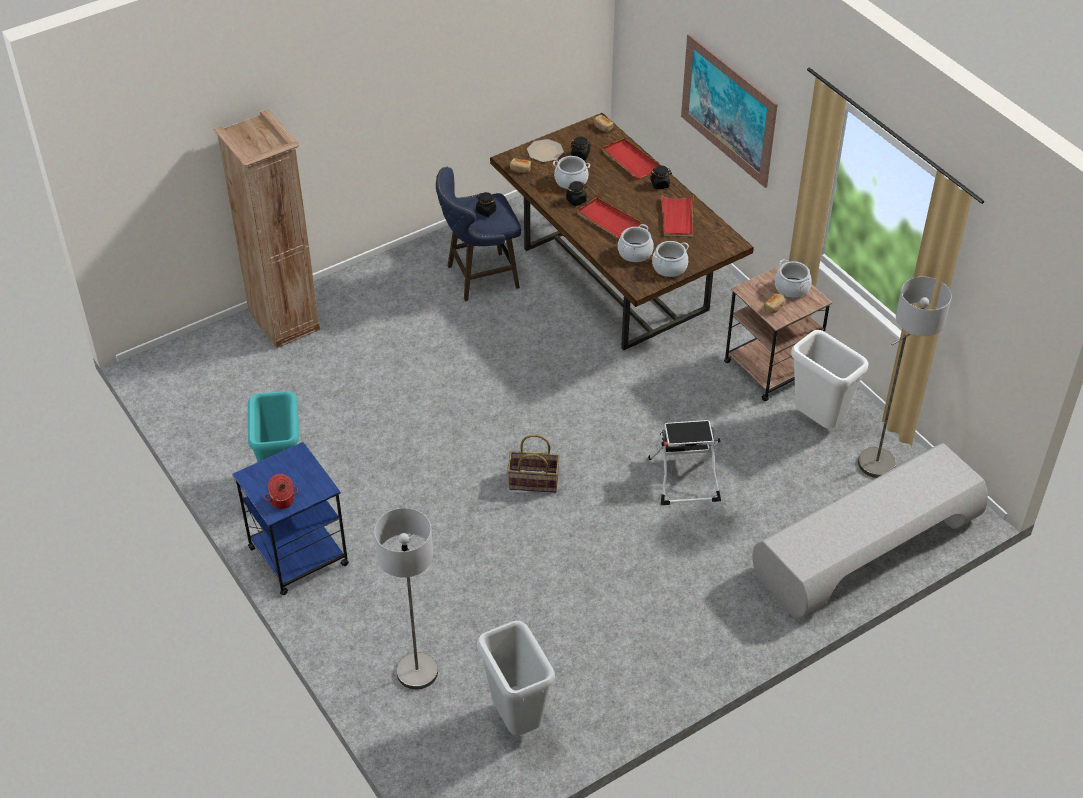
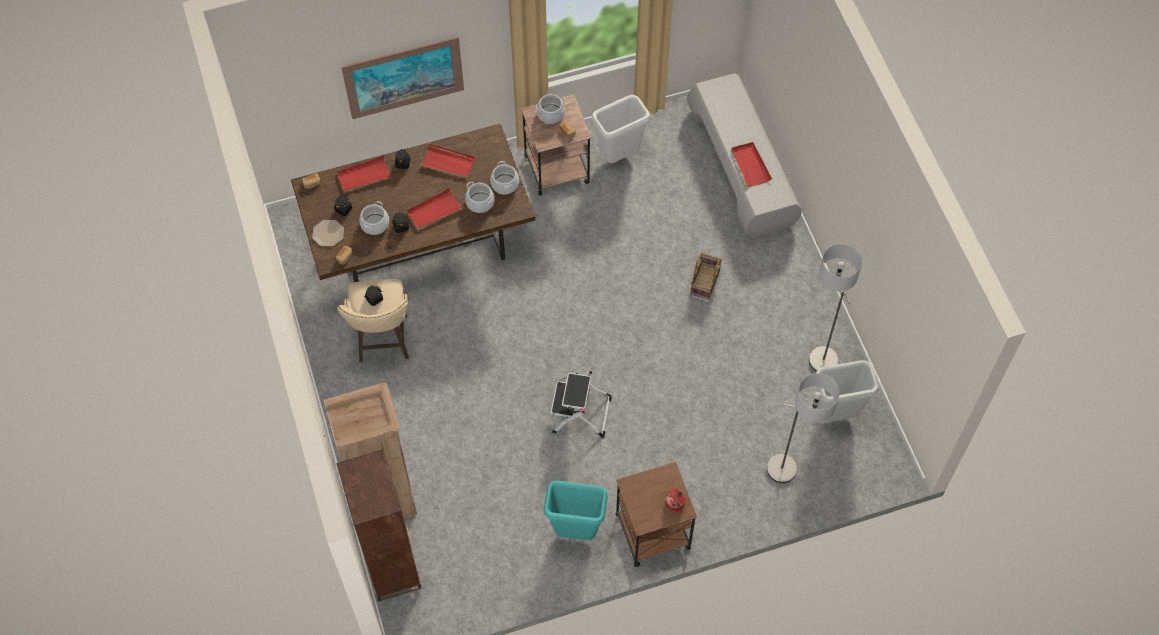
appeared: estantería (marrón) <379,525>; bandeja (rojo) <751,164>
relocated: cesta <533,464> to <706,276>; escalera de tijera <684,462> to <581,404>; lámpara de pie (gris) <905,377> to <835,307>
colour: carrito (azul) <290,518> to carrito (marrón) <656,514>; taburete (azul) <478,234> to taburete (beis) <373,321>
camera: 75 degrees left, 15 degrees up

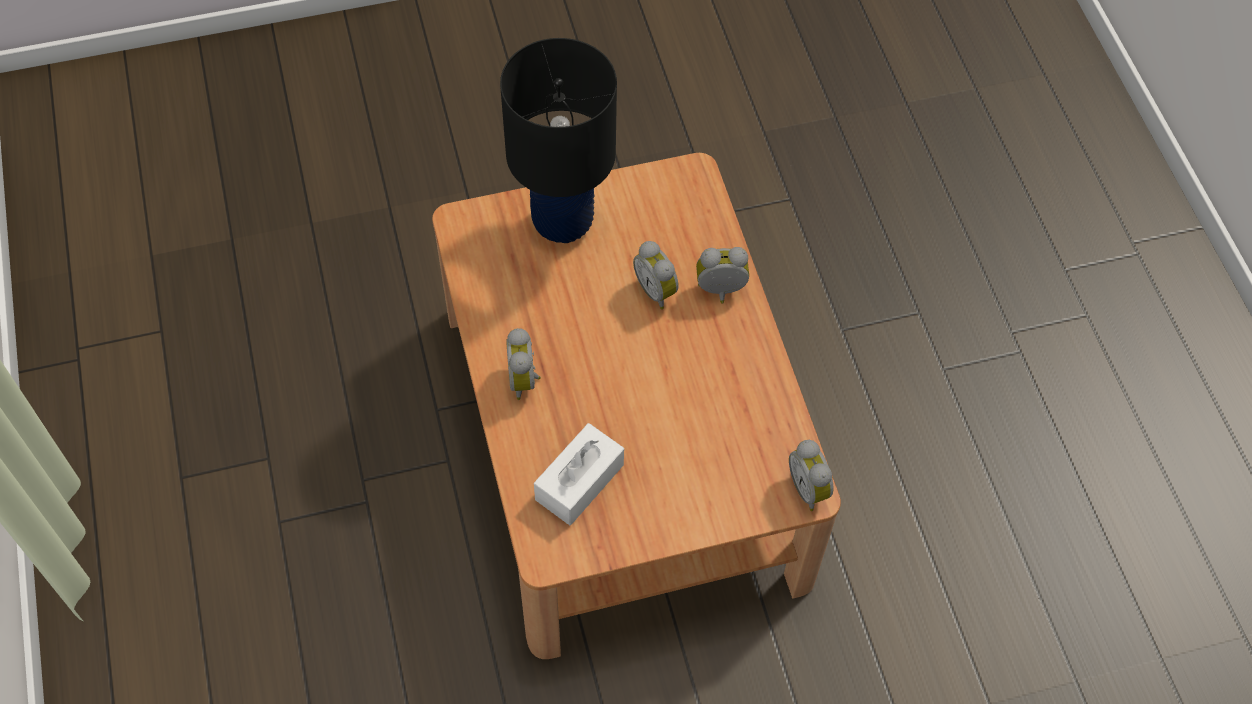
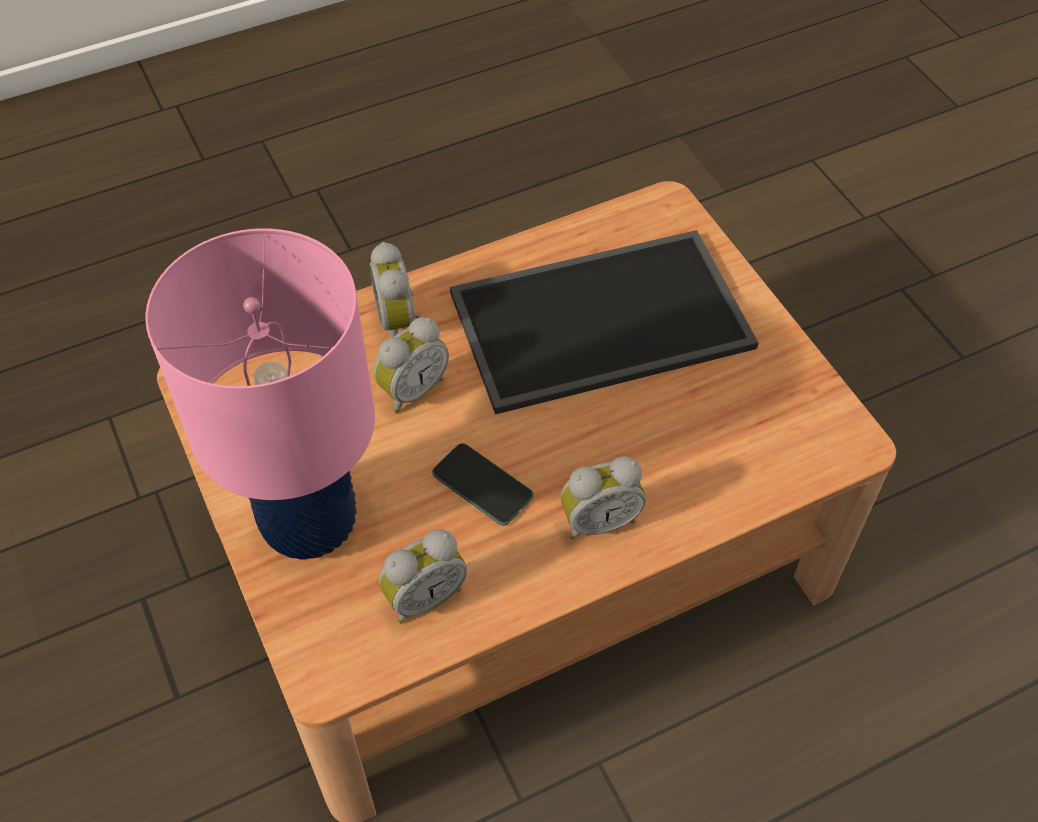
missing: caja de pañuelos (blanco) <579,474>
appeared: móvil <483,484>; bandeja <604,322>
relocated: despertador <811,475> to <423,576>
colour: lámpara de mesa (negro) <558,140> to lámpara de mesa (rosa) <260,394>
camera: 100 degrees left, 5 degrees down

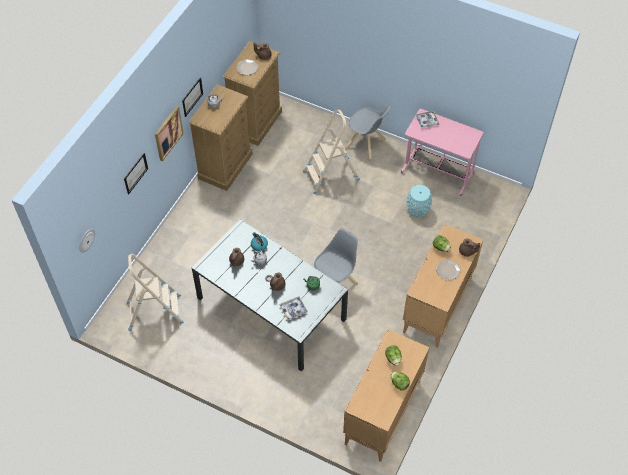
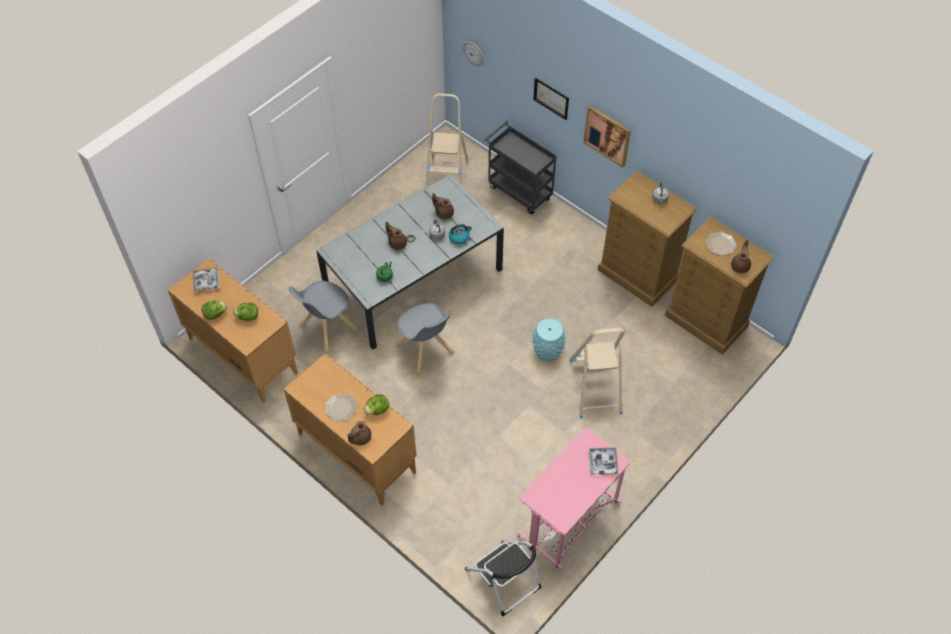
missing: cuadro <192,97>
appeared: escalera de tijera <503,578>; carrito (gris) <520,167>
relocated: bandeja <294,308> to <206,279>; silla (gris) <368,132> to <323,316>; taburete (turquesa) <419,201> to <549,340>
camera: 105 degrees right, 0 degrees up

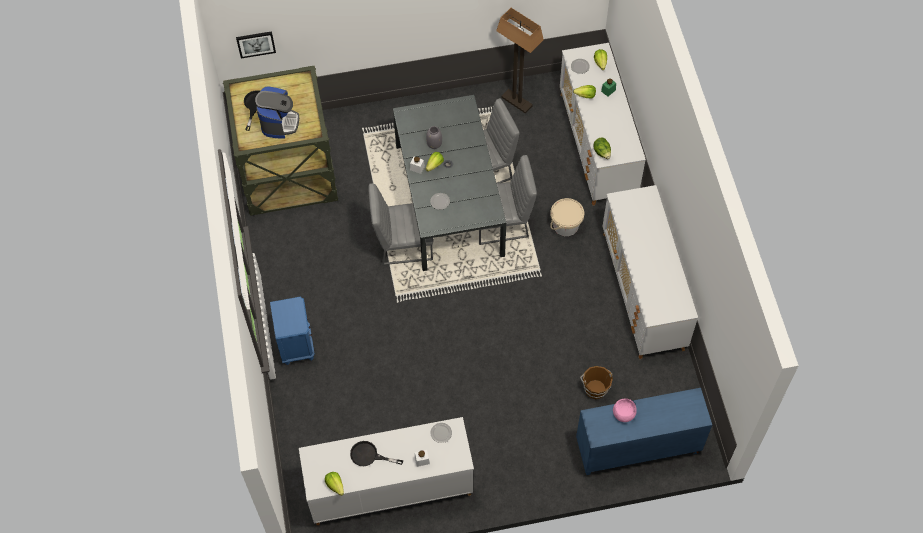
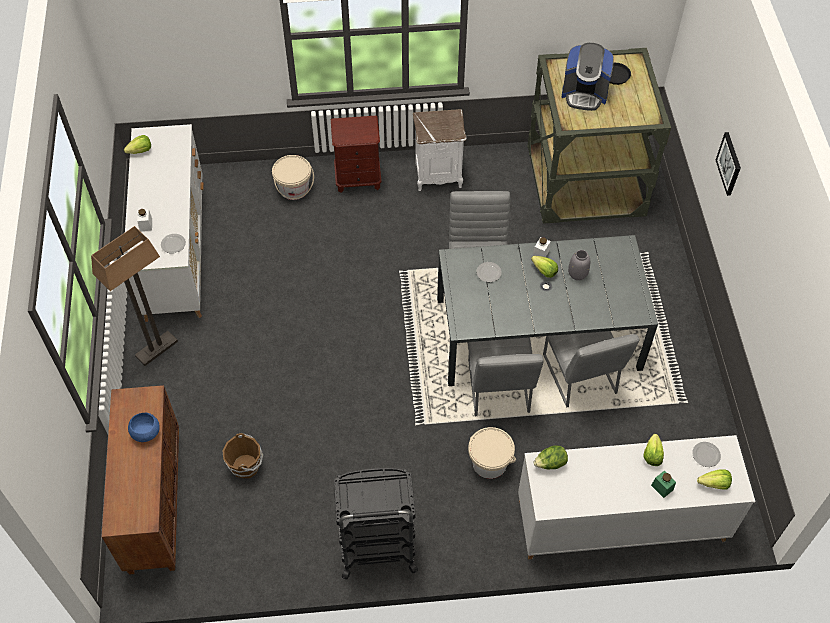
missing: sartén (negro) <376,453>
appeared: cubo (beis) <293,177>; mesita de noche (blanco) <440,150>
relocated: cuadro <256,45> to <728,164>; lámpara de pie <520,61> to <134,296>
exchanged: cómoda (blanco) <650,272> to carrito (negro) <376,523>
colour: mesita de noche (azul) <292,331> to mesita de noche (marrón) <356,154>; armario (azul) <644,431> to armario (marrón) <140,480>; cuenco (rosa) <625,410> to cuenco (azul) <144,427>
camera: 95 degrees right, 5 degrees down

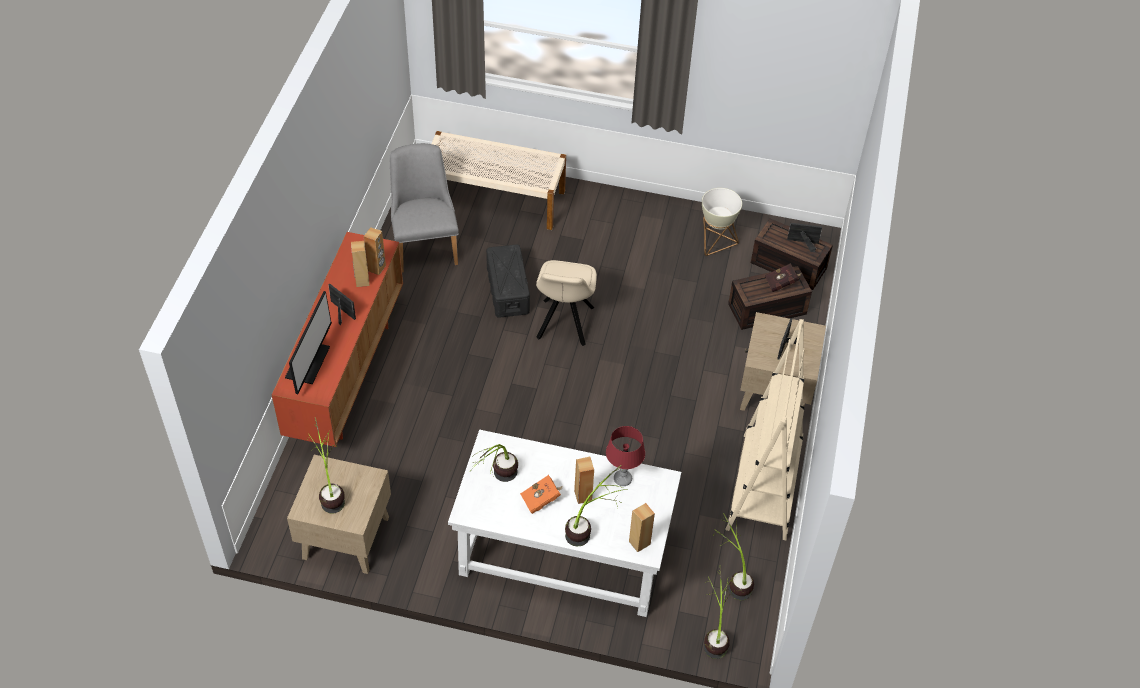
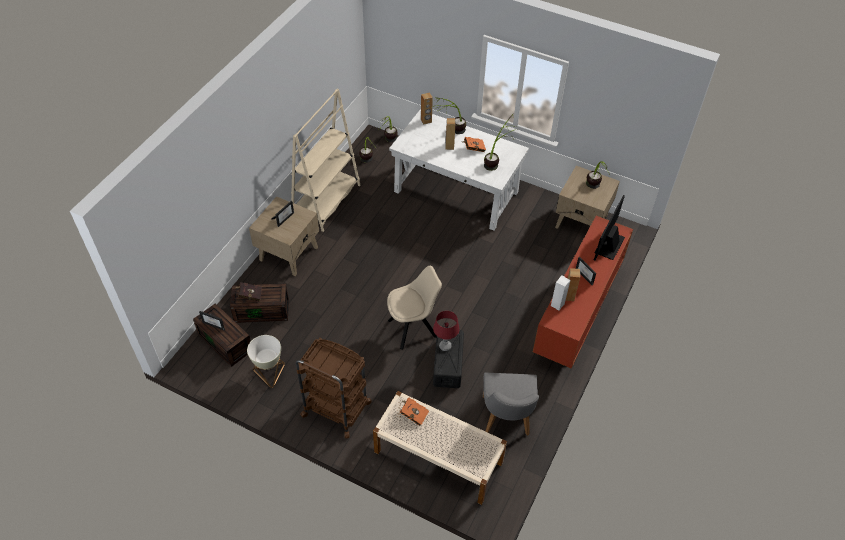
appeared: carrito (marrón) <334,388>; libro (naranja) <414,412>
relocated: lámpara de mesa (rojo) <625,456> to <446,331>
colour: altavoz (marrón) <375,251> to altavoz (blanco) <560,293>
spun: silla (beis) <566,303> = <414,308> 45 degrees clockwise
camera: 165 degrees left, 0 degrees up

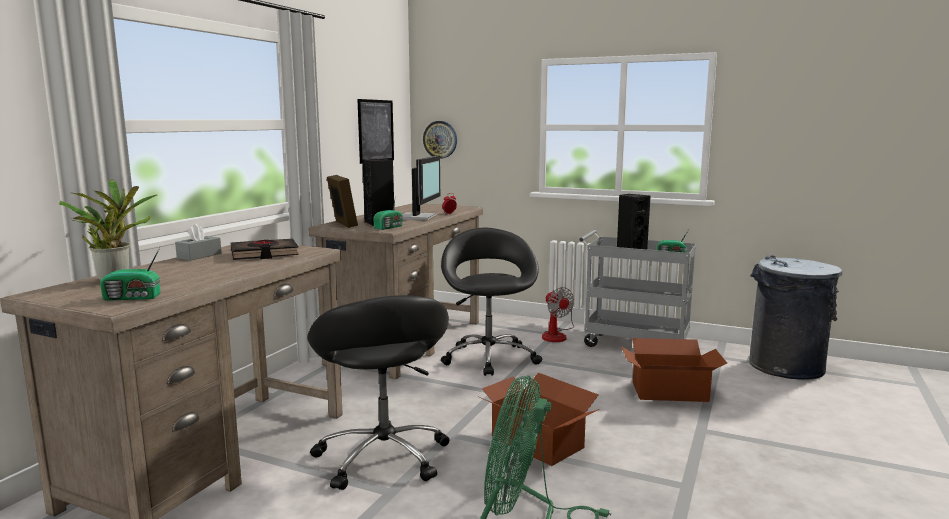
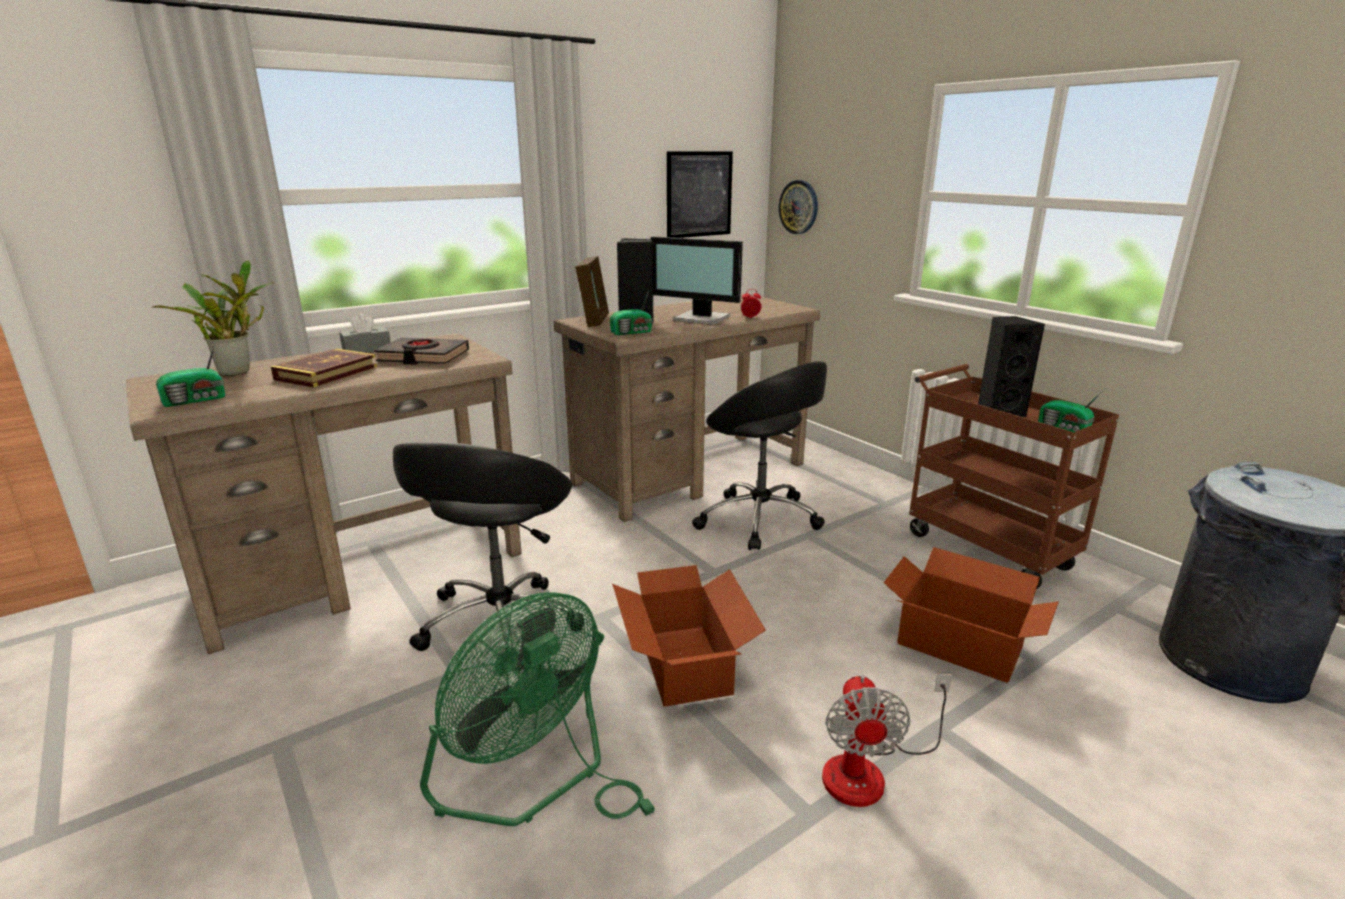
appeared: libro <324,367>
relocated: ventilador <558,314> to <887,740>
colour: carrito (gris) <637,288> to carrito (marrón) <1014,476>
spun: radio <130,273> = <190,374> 60 degrees counterclockwise; monitor <421,188> = <697,280> 75 degrees clockwise; silla de oficina (negro) <491,302> = <759,455> 120 degrees clockwise
camera: 30 degrees right, 10 degrees up

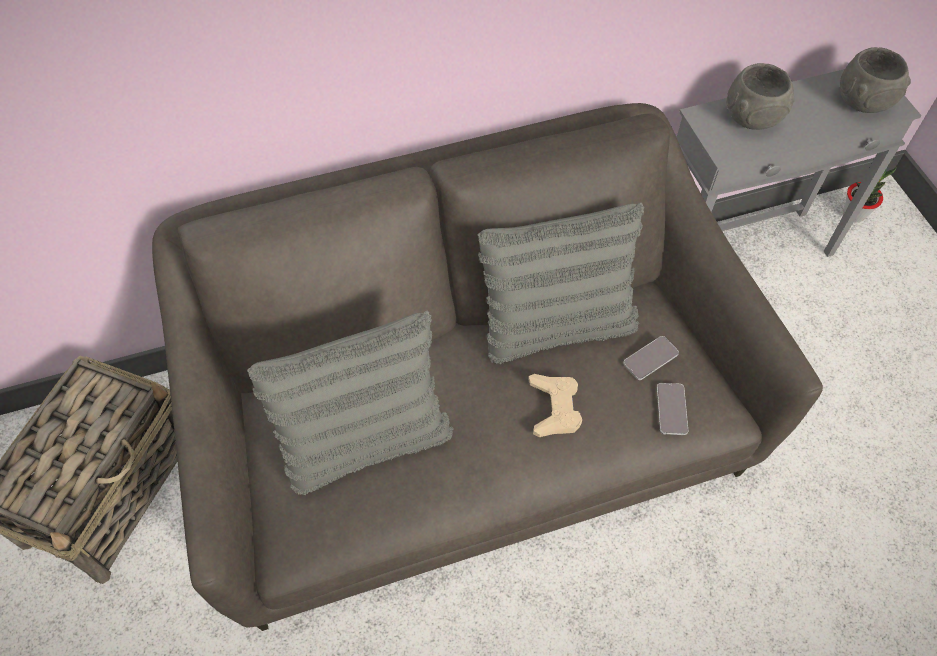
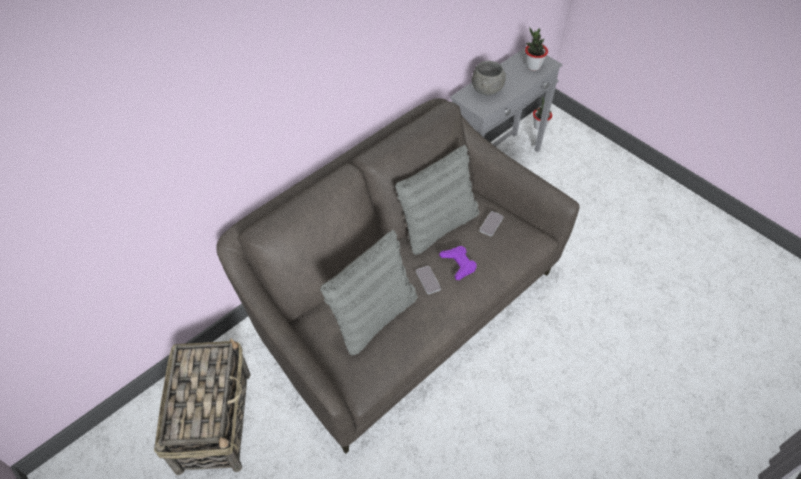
relocated: móvil <672,409> to <428,280>
exchanged: cuenco (gris) <875,80> to planta en maceta <536,49>
colour: mando de consola (beis) <555,405> to mando de consola (morado) <458,263>
camera: 25 degrees left, 5 degrees down

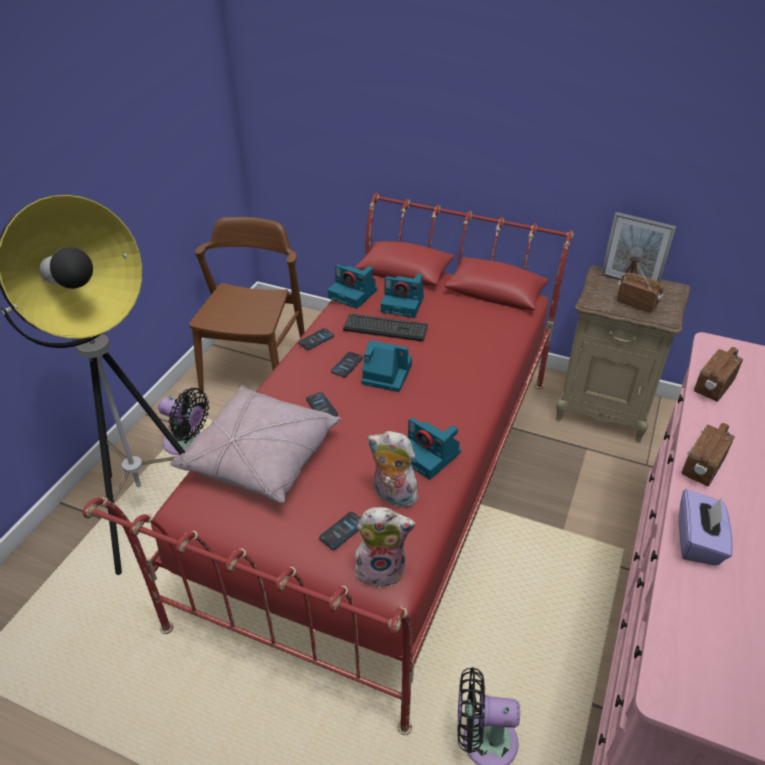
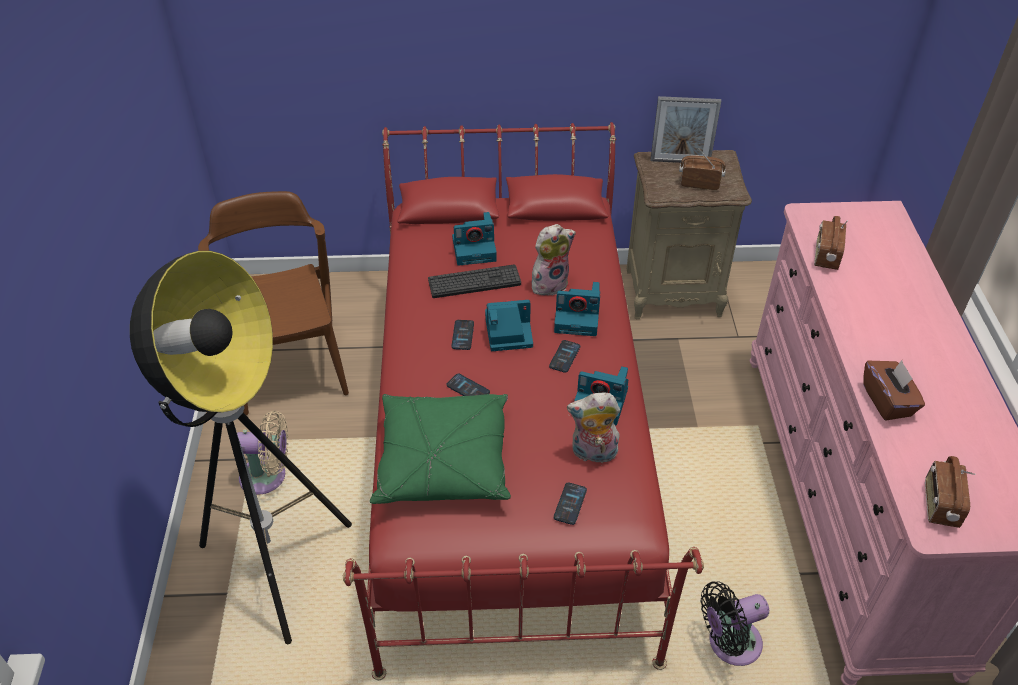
relocated: móvil <316,339> to <564,356>; cámara <352,286> to <577,309>; peluche <385,547> to <554,260>; radio <708,454> to <950,492>
colour: ventilador (negro) <183,421> to ventilador (beis) <262,453>; cojín (morado) <255,444> to cojín (verde) <440,449>; caja de pañuelos (morado) <706,527> to caja de pañuelos (marrón) <894,390>
camera: 25 degrees left, 5 degrees up

